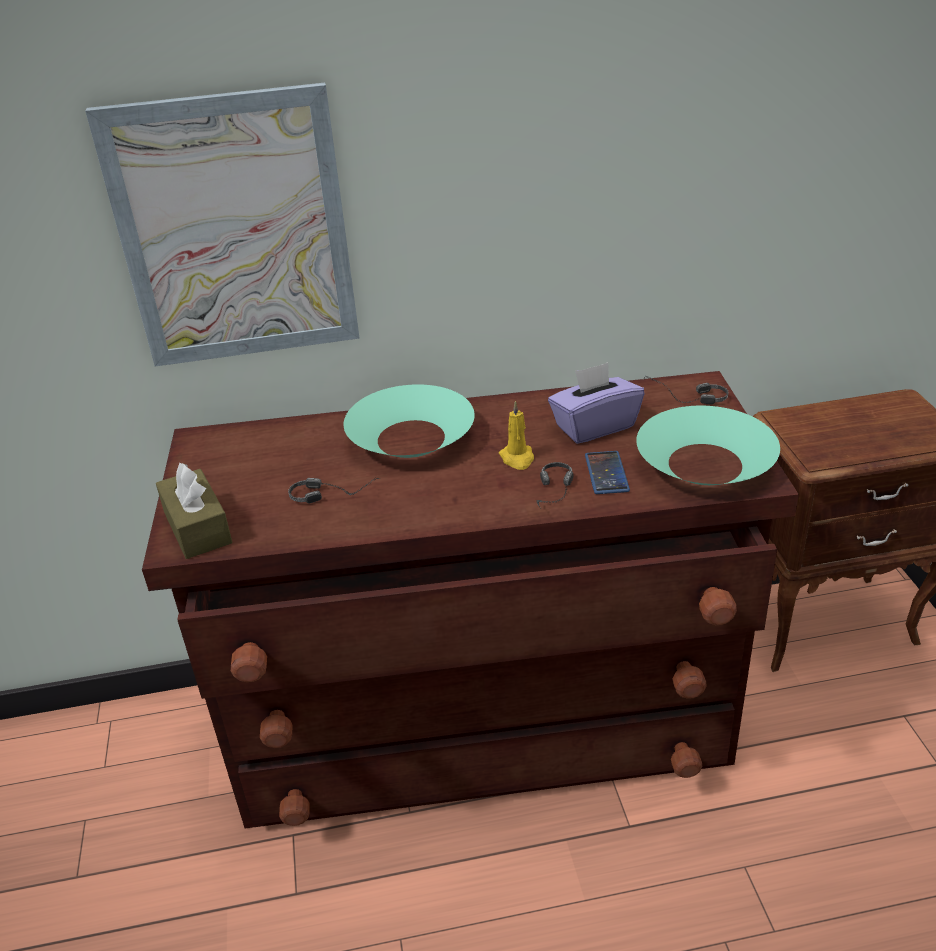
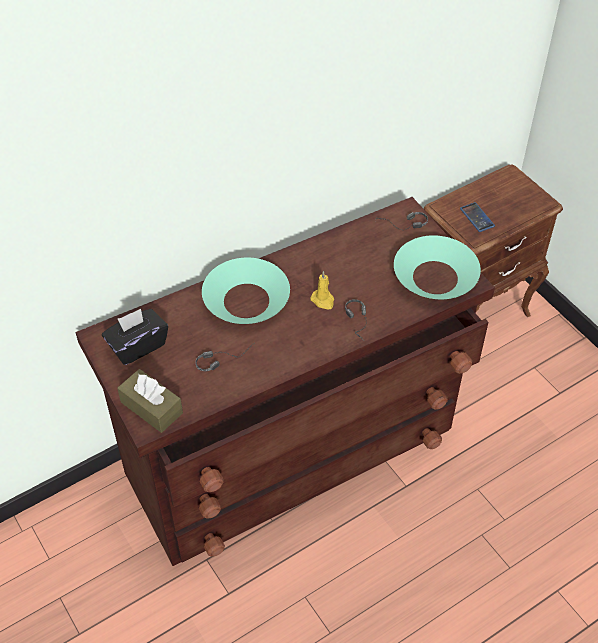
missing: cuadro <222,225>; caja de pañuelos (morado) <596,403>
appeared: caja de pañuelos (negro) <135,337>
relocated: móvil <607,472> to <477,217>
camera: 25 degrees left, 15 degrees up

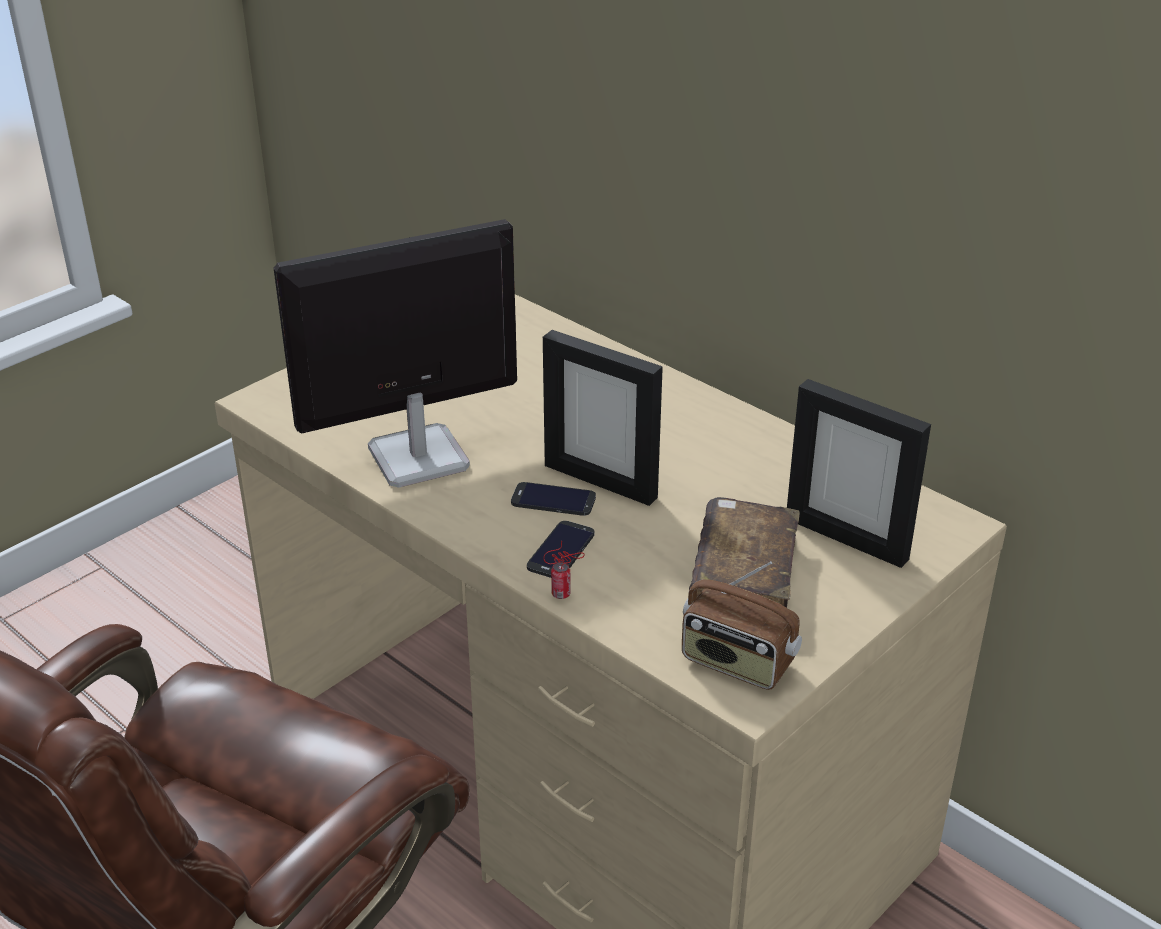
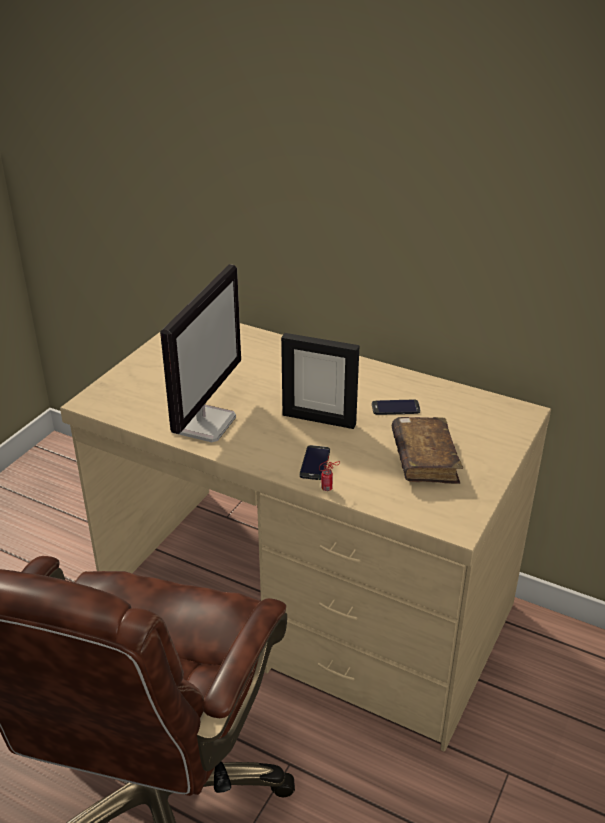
missing: radio <742,625>; portarretratos <859,473>
relocated: móvil <553,499> to <396,407>
spun: monitor <395,353> = <200,353> 150 degrees clockwise
camera: 15 degrees left, 0 degrees up

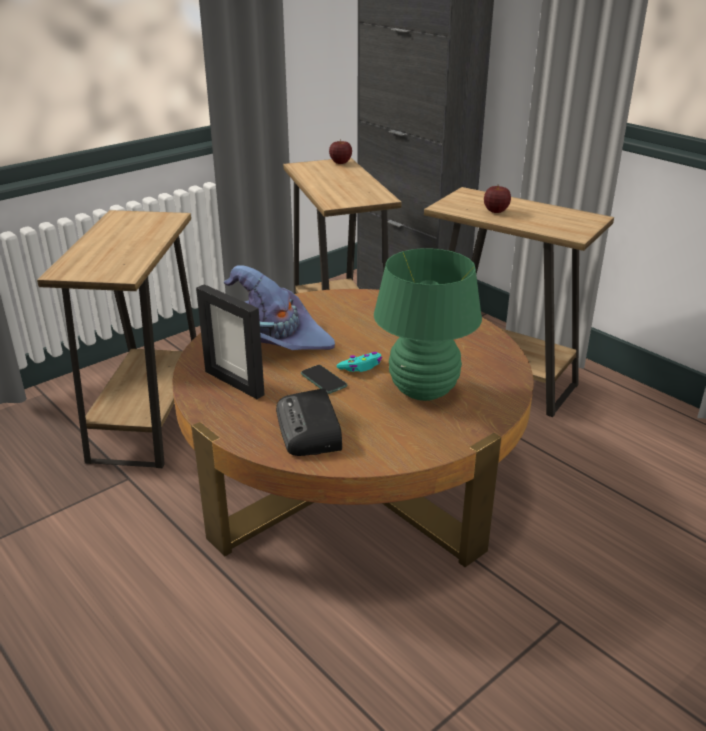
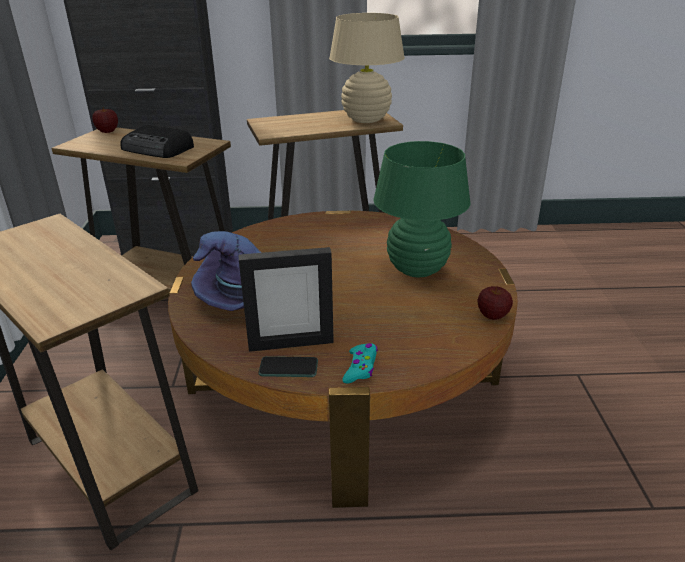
appeared: lámpara de mesa (beis) <367,68>
relocated: radio <309,422> to <157,141>; móvil <324,379> to <288,366>; mando de consola (turquesa) <359,362> to <360,363>; manzana <497,199> to <495,303>
camera: 50 degrees left, 0 degrees up

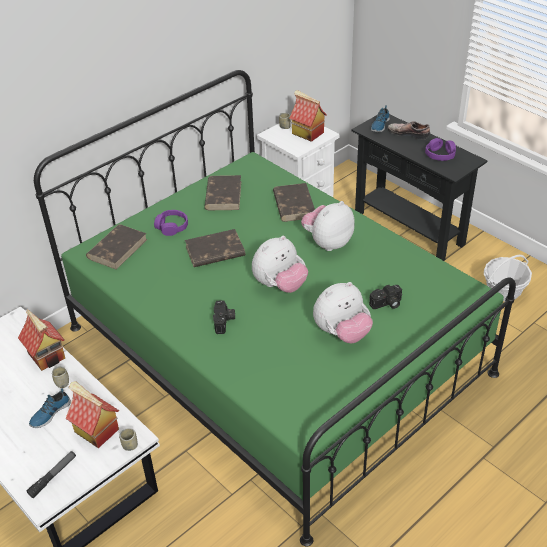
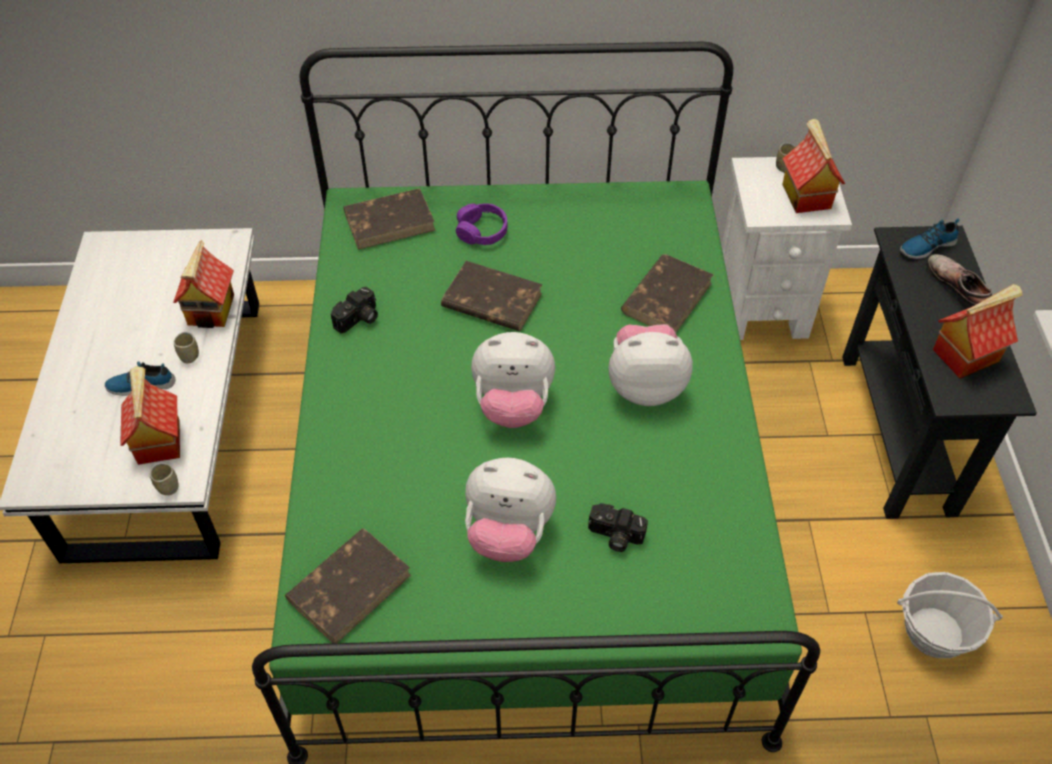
missing: linterna <51,474>
relocated: libro (marrón) <222,192> to <348,585>; cámara <224,317> to <354,310>
exchanged: auriculares (morado) <440,149> to casita <978,331>
camera: 40 degrees right, 10 degrees up

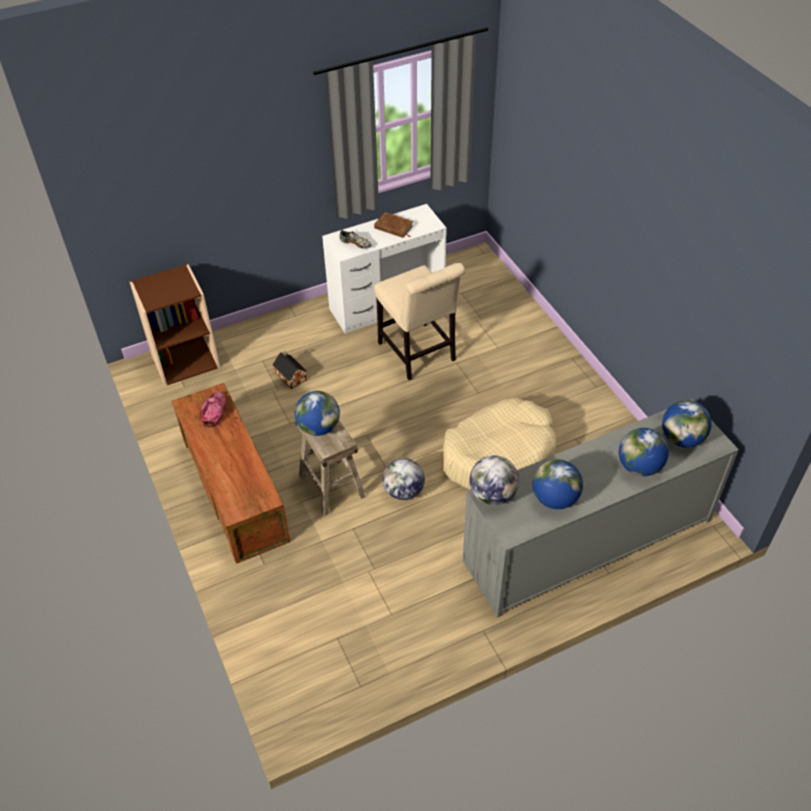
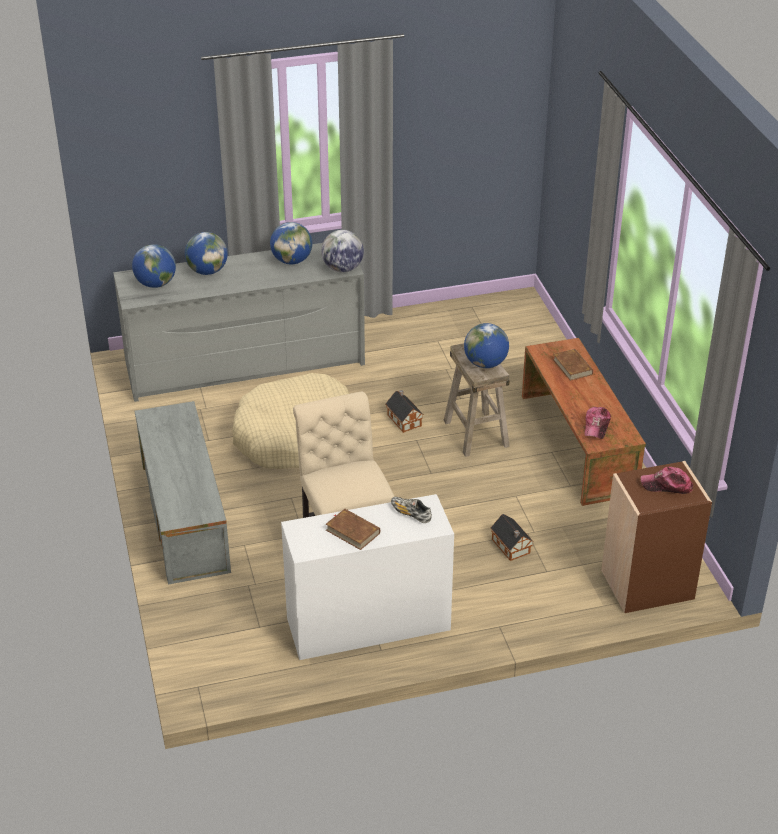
appeared: banco (gris) <182,493>; libro (marrón) <573,365>; gorra <667,480>
exchanged: globo terráqueo <403,479> to casita <404,411>
camera: 170 degrees left, 10 degrees down

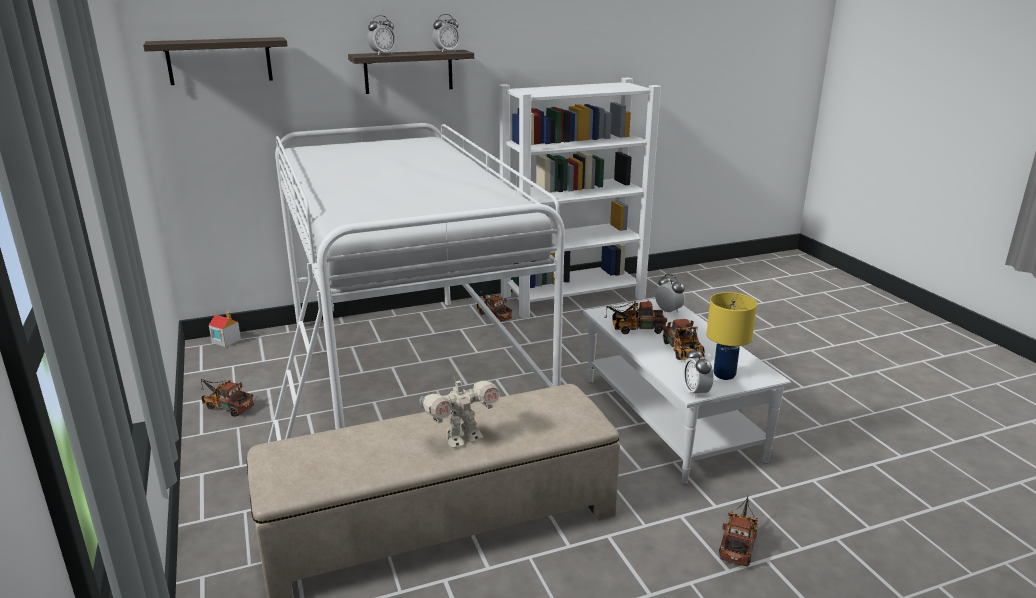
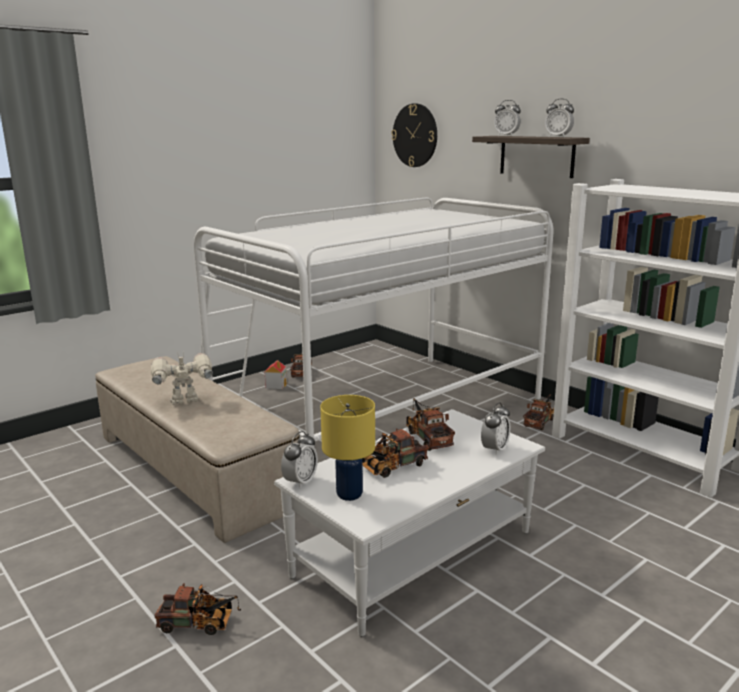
relocated: casita <225,329> to <276,374>
exchanged: estante <215,61> to reloj de pared <414,135>
spun: robot de juguete <459,411> = <182,378> 120 degrees clockwise; despertador <698,372> = <299,460> 150 degrees clockwise
camera: 70 degrees right, 5 degrees down

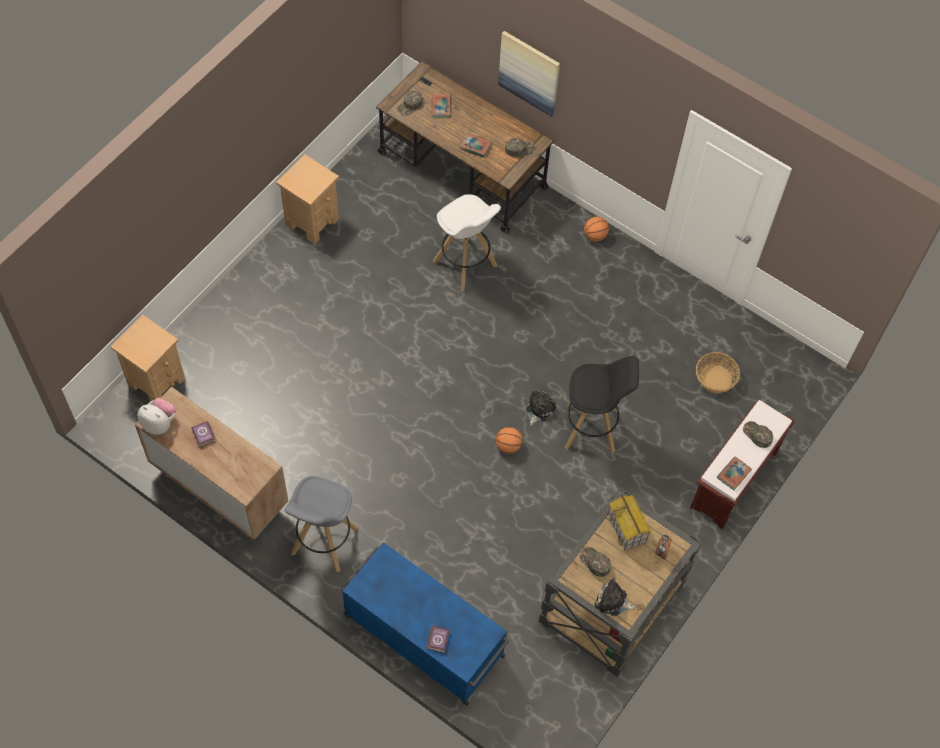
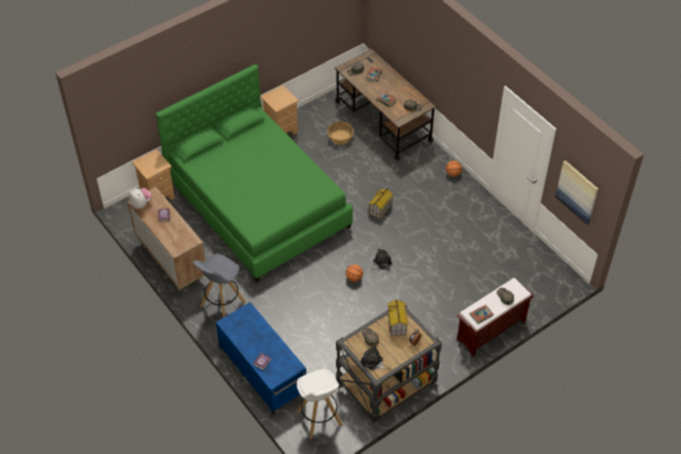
missing: taburete (negro) <601,404>
appeared: cama (verde) <254,173>; casita <381,203>
relocated: taburete (blanco) <467,242> to <320,404>; cuadro <529,74> to <576,192>; cesta <718,372> to <340,133>
camera: 20 degrees right, 10 degrees down

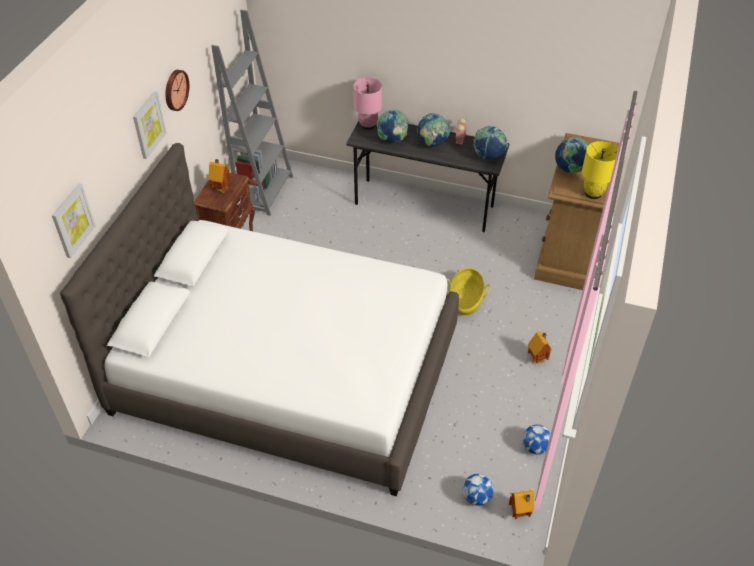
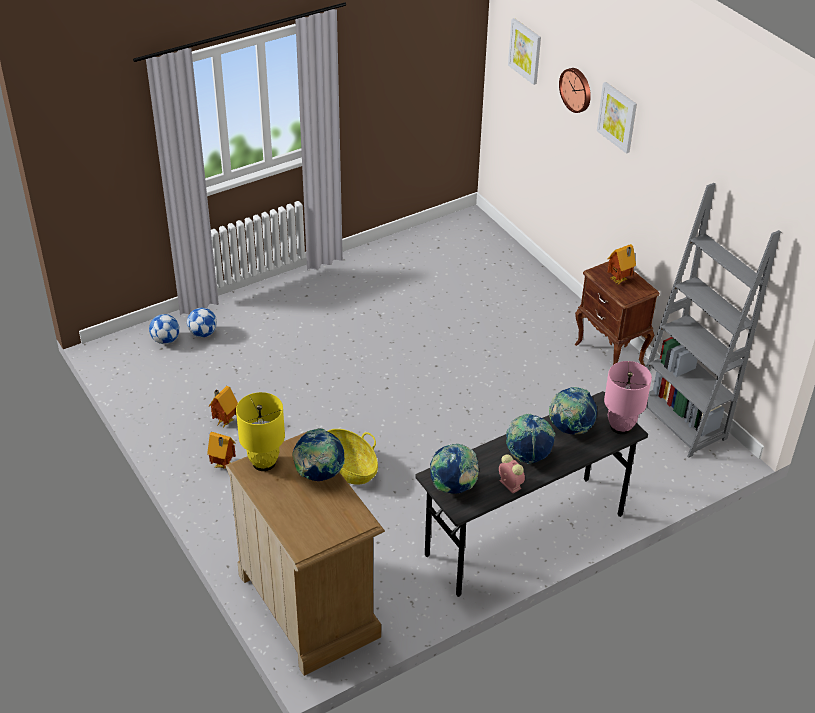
missing: cama (blanco) <259,319>
relocated: reloj de pared <177,90> to <575,90>; casita <521,505> to <223,407>; balón de fútbol <537,440> to <202,322>
camera: 130 degrees right, 5 degrees down

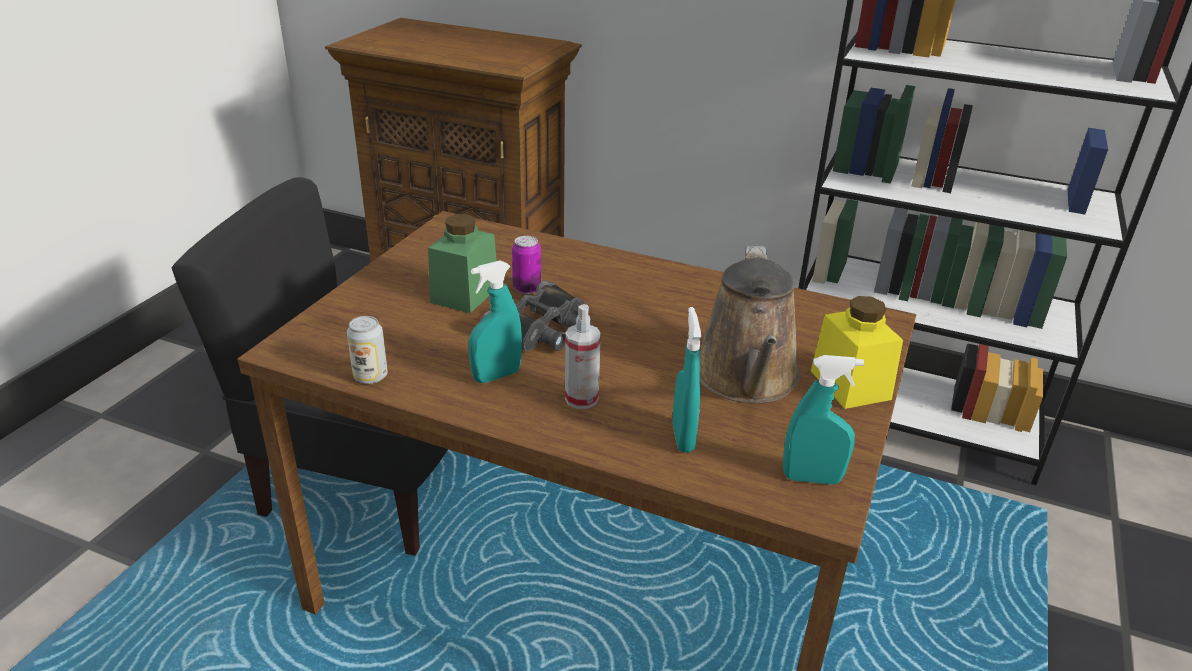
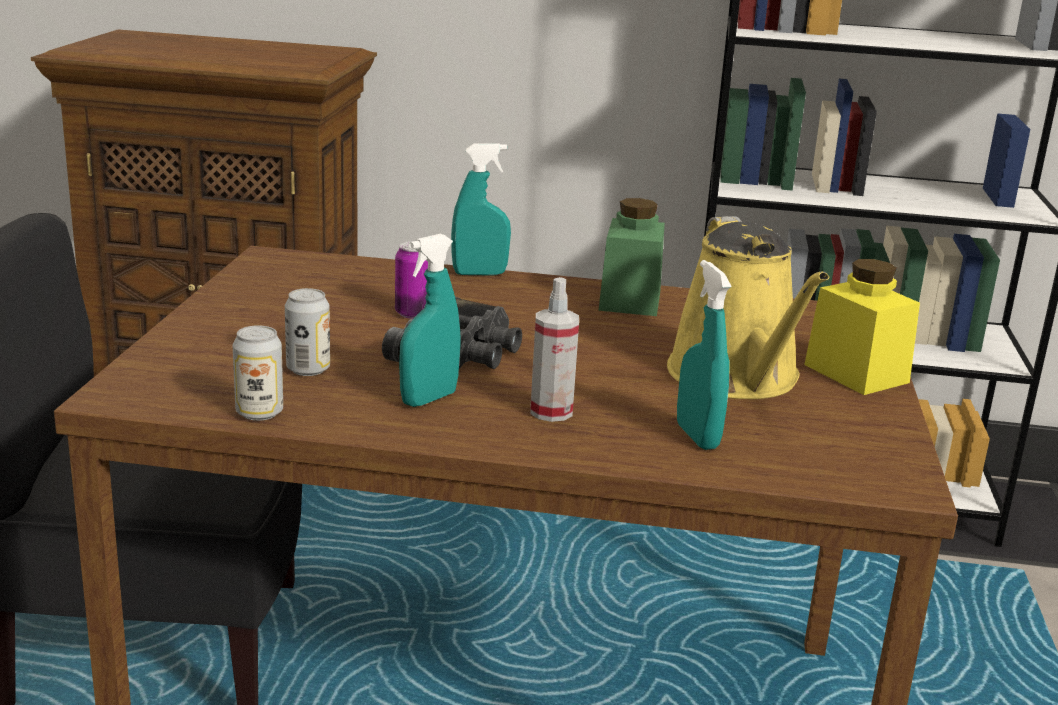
appeared: lata <307,332>
relocated: tarro (verde) <462,263> to <631,257>; pulverizador (turquesa) <823,419> to <481,209>
colour: regadera (marrón) <750,325> to regadera (amarillo) <748,307>
camera: 15 degrees left, 10 degrees down

